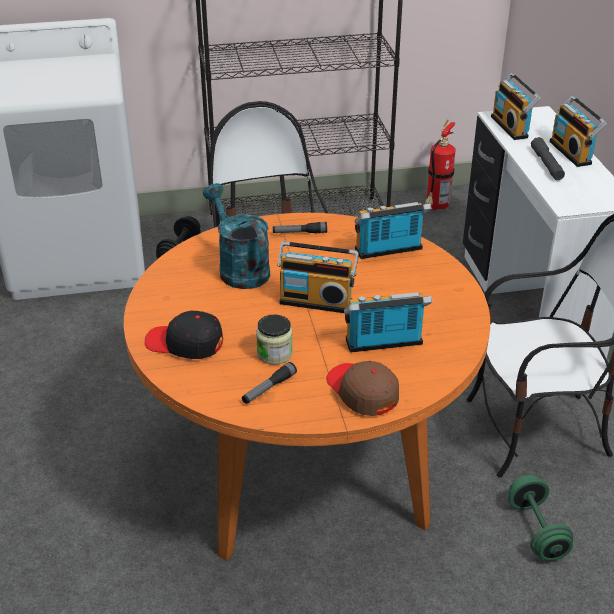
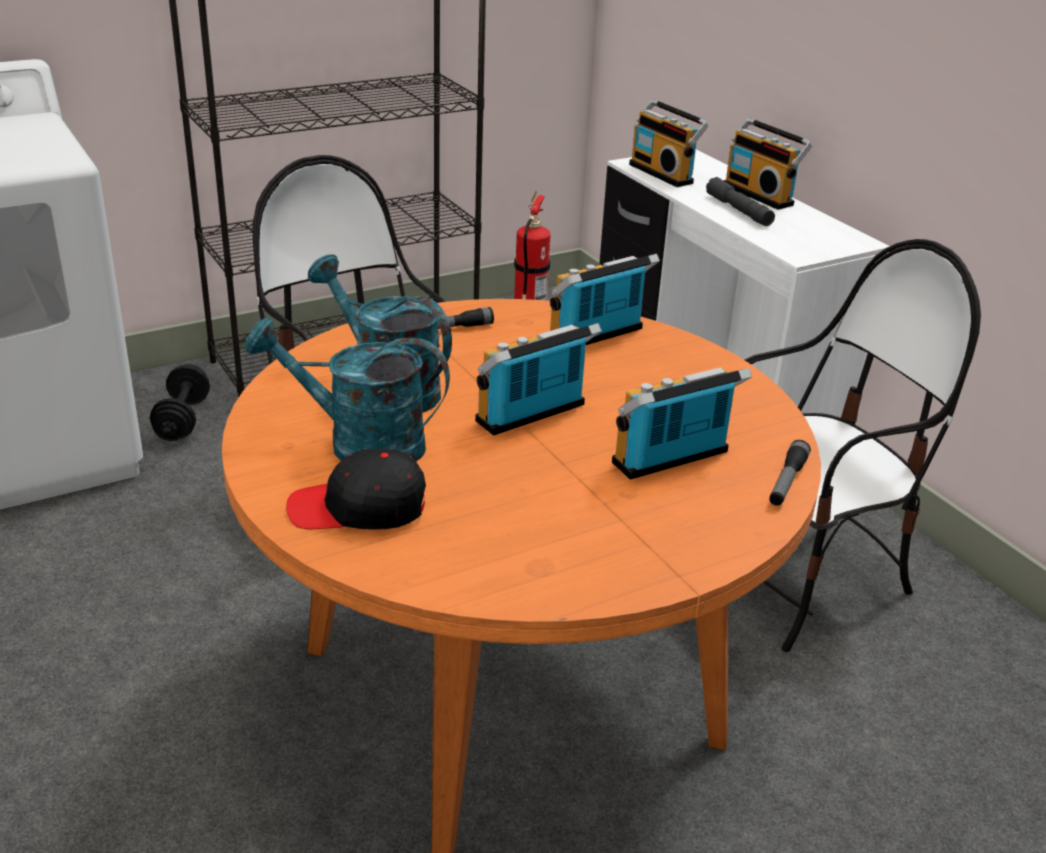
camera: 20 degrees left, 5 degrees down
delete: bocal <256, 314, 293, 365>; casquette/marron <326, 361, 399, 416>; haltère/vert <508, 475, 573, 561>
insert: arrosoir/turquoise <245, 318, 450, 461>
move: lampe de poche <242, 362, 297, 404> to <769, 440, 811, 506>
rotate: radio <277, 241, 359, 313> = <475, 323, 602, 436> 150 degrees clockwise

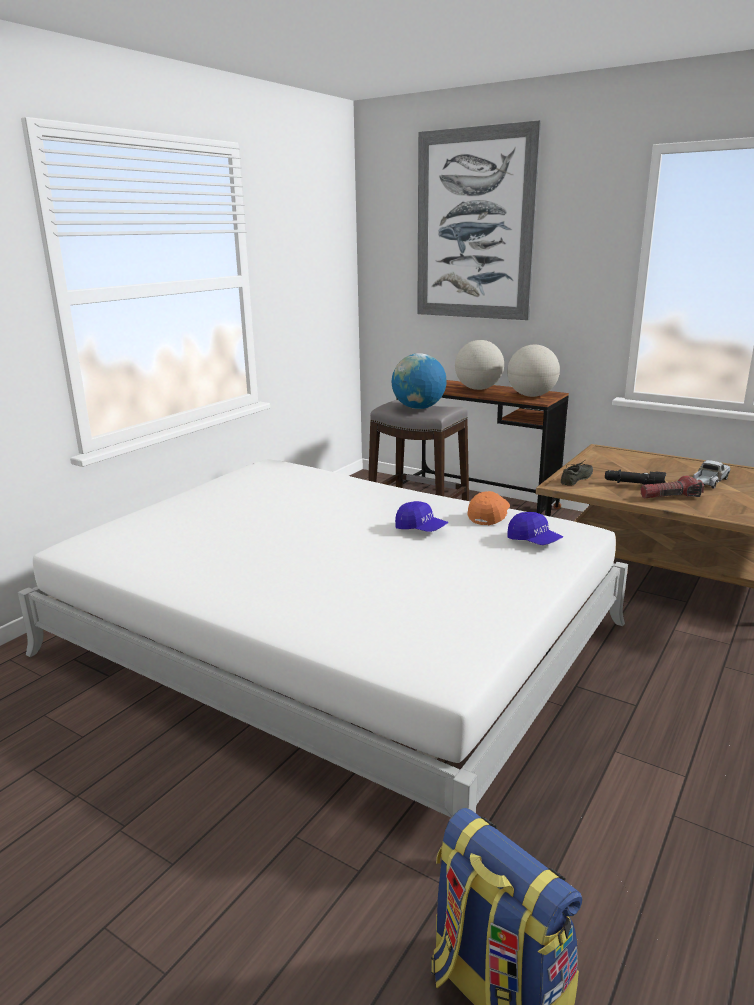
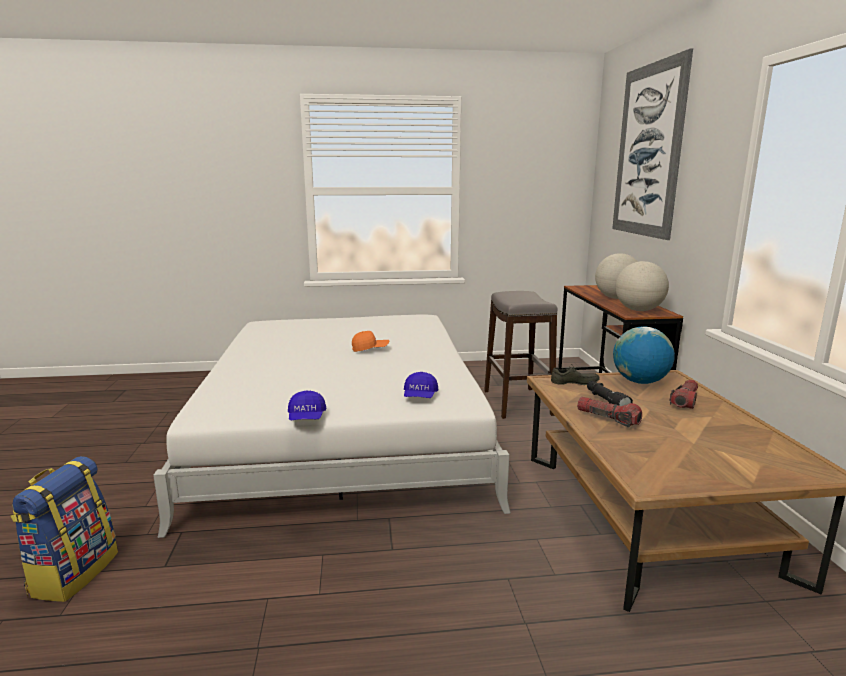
camera: 50 degrees right, 5 degrees down
delete: camion jouet <692, 460, 731, 489>
insert: lampe de poche <669, 380, 698, 409>
move: globe <392, 353, 447, 409> to <613, 326, 675, 384>; casquette/orange <467, 491, 510, 526> to <352, 331, 389, 352>; casquette/bleu <395, 501, 448, 532> to <288, 390, 327, 420>

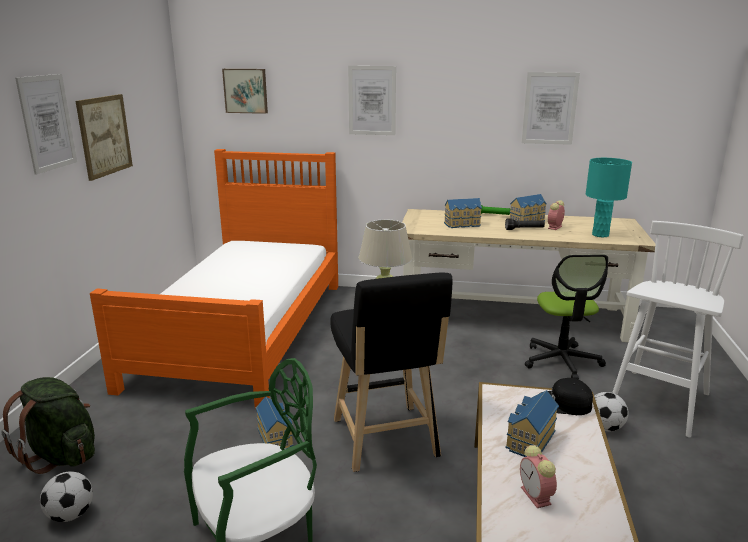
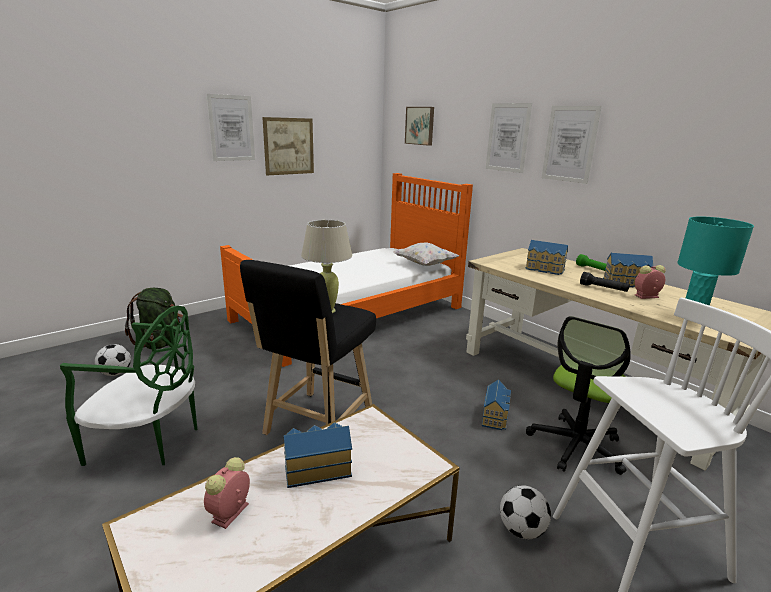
camera: 40 degrees right, 0 degrees up
delete: casquette/noir <539, 378, 593, 415>
insert: coussin/blanc <393, 242, 459, 266>
move: tableau <522, 72, 580, 145> to <542, 106, 602, 184>; maison miniature <255, 397, 293, 449> to <482, 379, 511, 430>

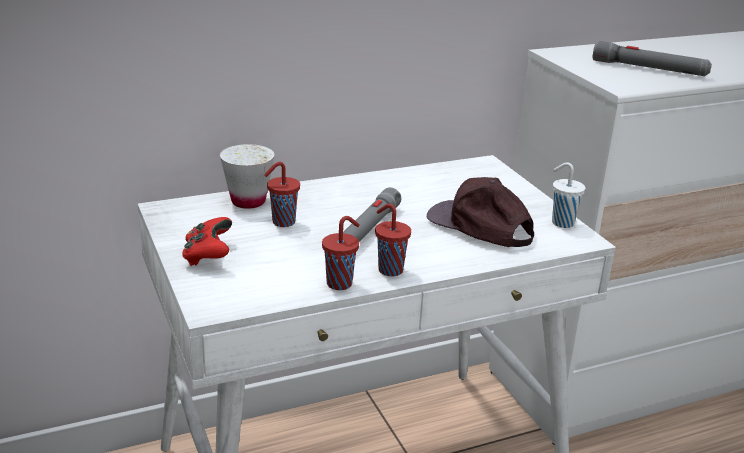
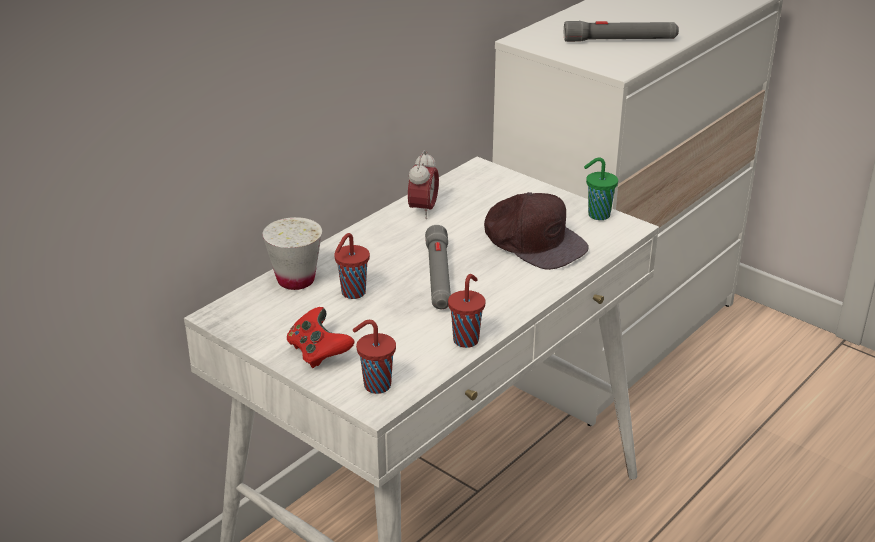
camera: 25 degrees left, 5 degrees up
insert: réveil <408, 150, 439, 219>
move: tasse/rouge <375, 204, 411, 276> to <353, 320, 396, 394>
recolor: tasse/blanc <552, 162, 585, 228> to tasse/vert <584, 158, 618, 220>
rotate: casquette/marron <427, 177, 534, 247> = <484, 192, 589, 270> 150 degrees counterclockwise

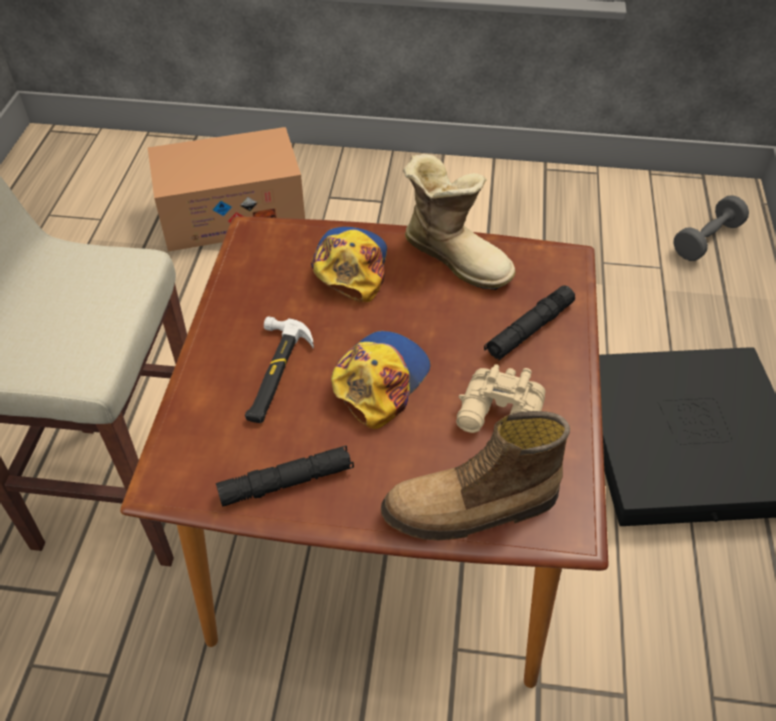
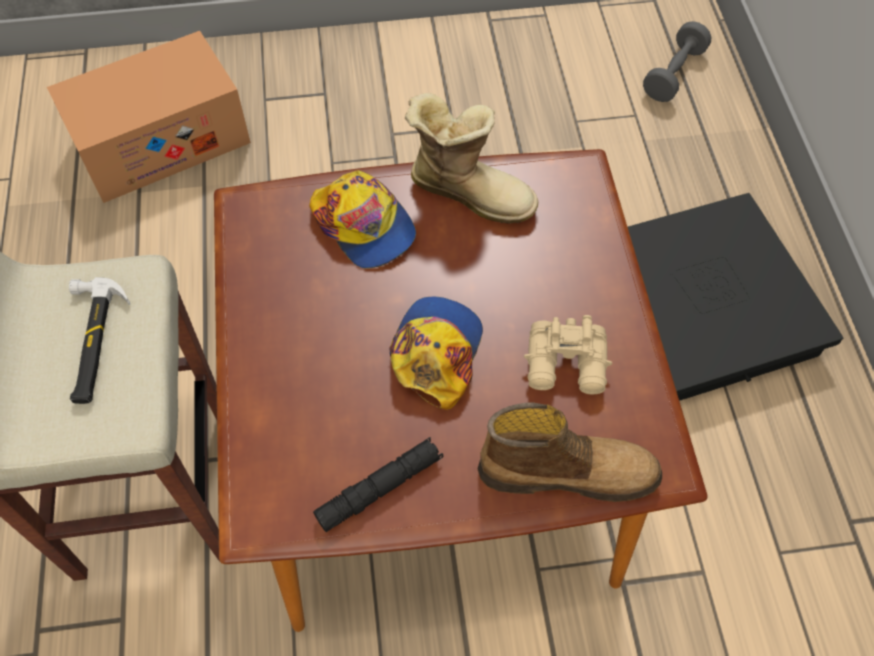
camera: 15 degrees left, 10 degrees up
delete: lampe de poche/noir <484, 285, 575, 361>
move: marteau <245, 316, 314, 423> to <69, 277, 130, 404>
rotate: casquette <311, 227, 387, 302> = <309, 170, 416, 268> 150 degrees clockwise; botte <381, 411, 570, 540> = <478, 402, 662, 502> 150 degrees counterclockwise

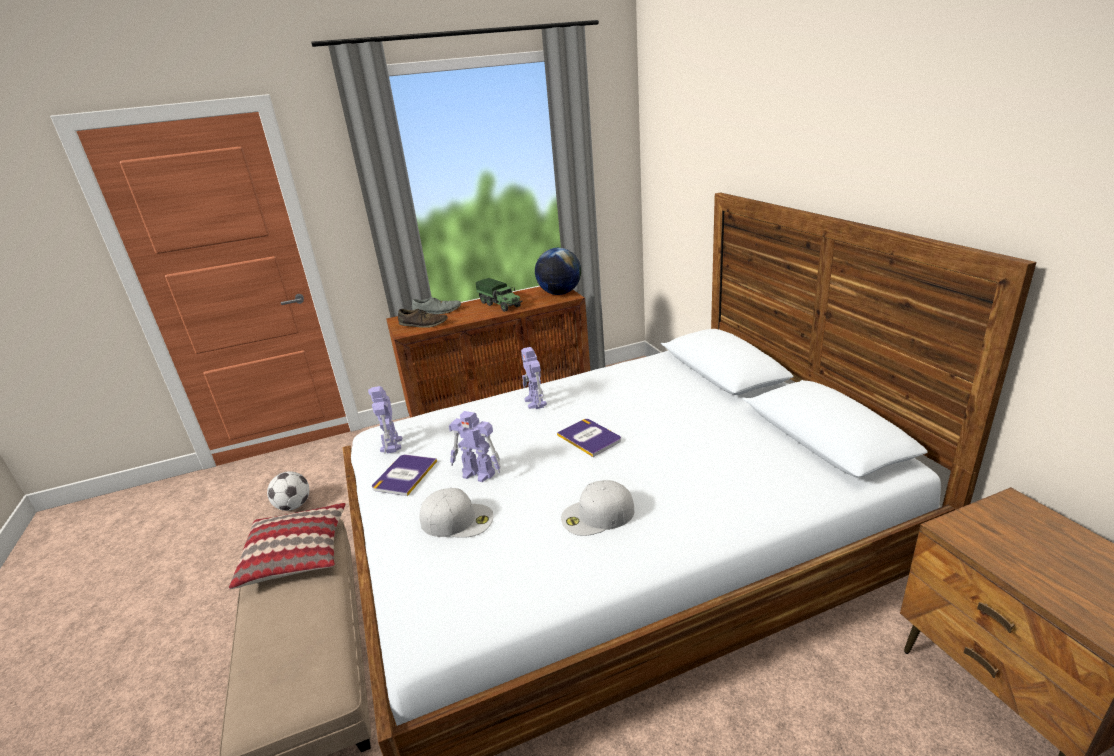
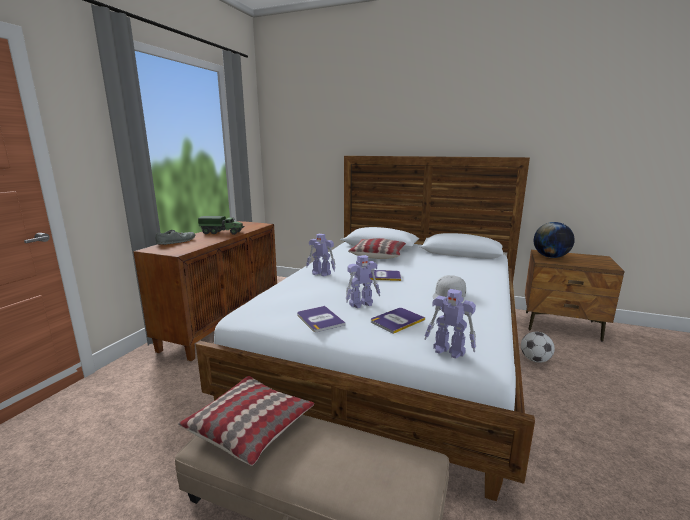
camera: 50 degrees left, 10 degrees down
delete: chaussure/marron <398, 309, 448, 328>
insert: coussin <348, 238, 406, 259>
move: globe <535, 248, 581, 295> to <534, 222, 575, 258>; robot jouet <368, 386, 402, 453> to <424, 289, 476, 358>; ballon de foot <267, 471, 309, 511> to <521, 332, 555, 363>
replace: casquette/blanc <420, 488, 494, 538> to livre <371, 308, 425, 334>

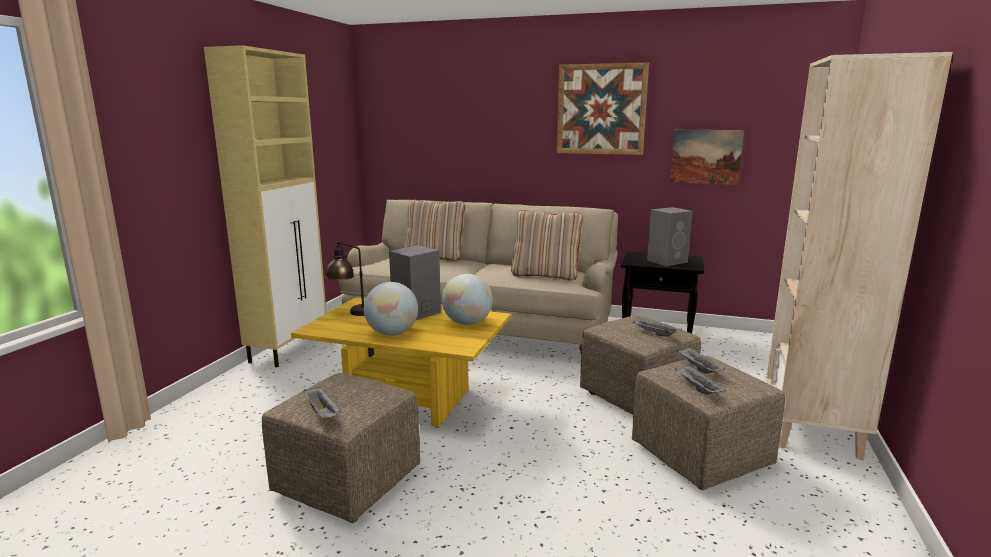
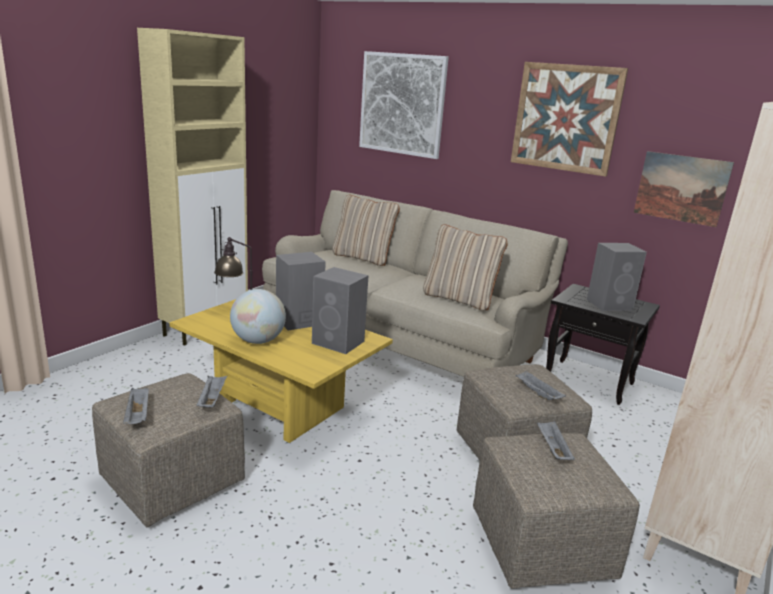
camera: 15 degrees right, 5 degrees up
insert: tableau <359, 51, 449, 159>
move: plateau/gris <675, 364, 726, 395> to <196, 376, 227, 408>
replace: globe <442, 274, 493, 325> to enceinte/gris <312, 267, 369, 354>

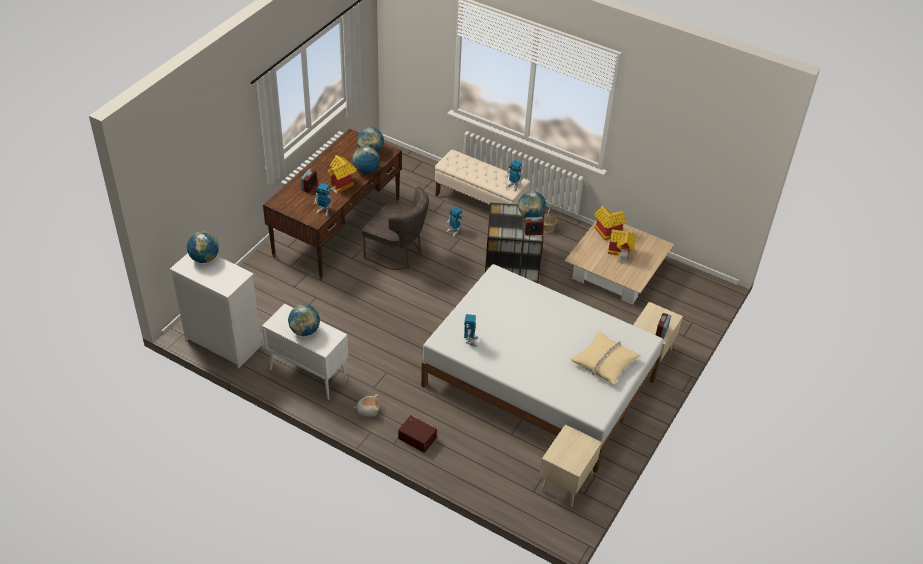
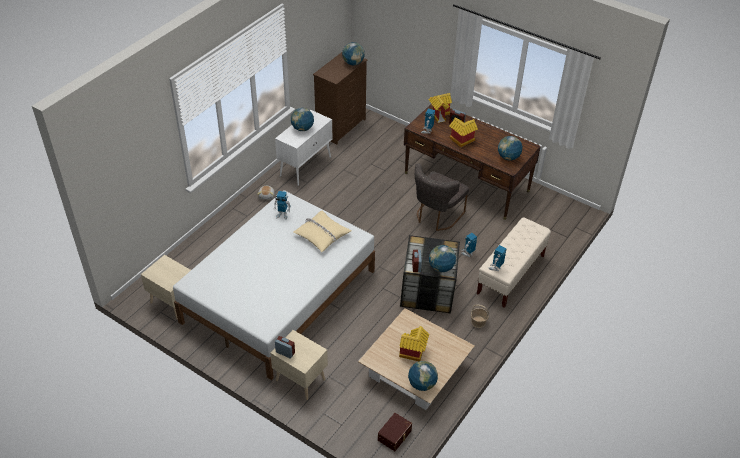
camera: 95 degrees right, 0 degrees up
move: globe <352, 146, 380, 174> to <408, 361, 438, 391>; maison miniature <594, 206, 626, 241> to <429, 93, 452, 123>; coussin/beige <571, 331, 640, 385> to <293, 211, 351, 252>; boîte de rangement/marron <398, 415, 437, 453> to <378, 413, 412, 451>
recolor: commode/blanc <170, 253, 262, 368> to commode/marron <313, 52, 367, 144>

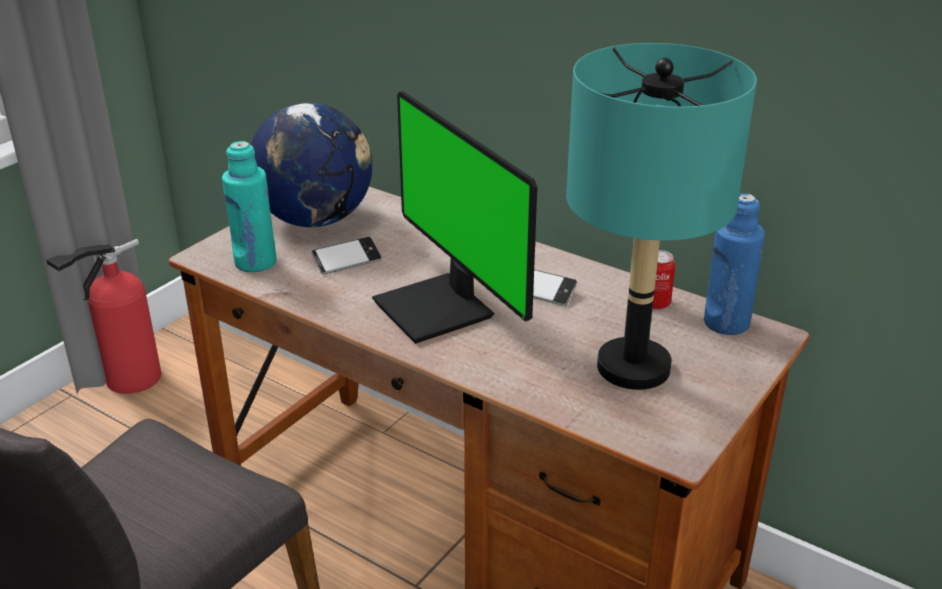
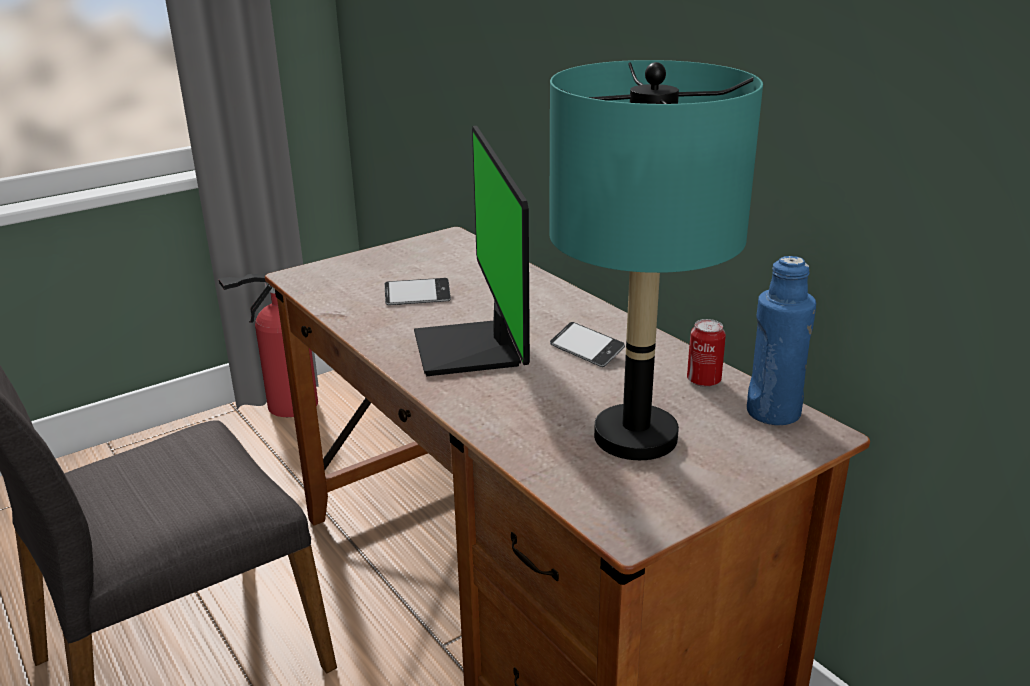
camera: 20 degrees right, 5 degrees down
delete: globe <251, 103, 372, 227>; bouteille/turquoise <222, 141, 277, 272>

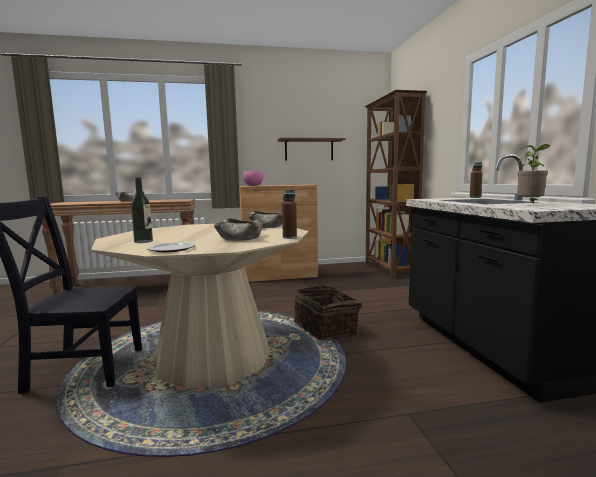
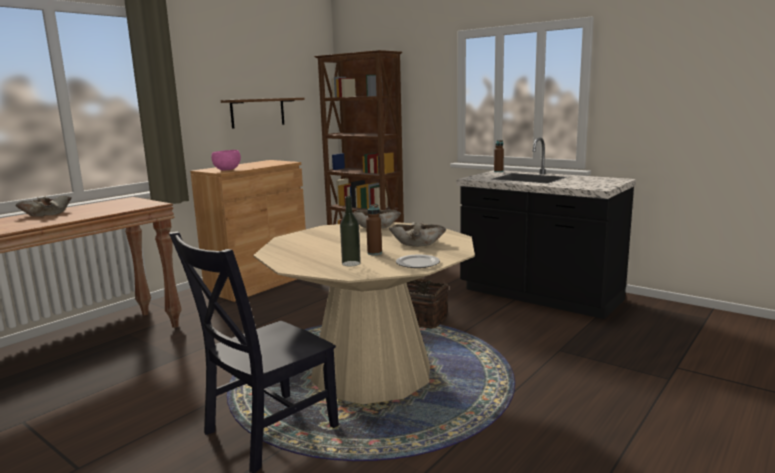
camera: 40 degrees left, 5 degrees up
delete: plante en pot <517, 144, 551, 204>
move: bouteille/marron <282, 190, 297, 239> to <366, 204, 382, 255>

